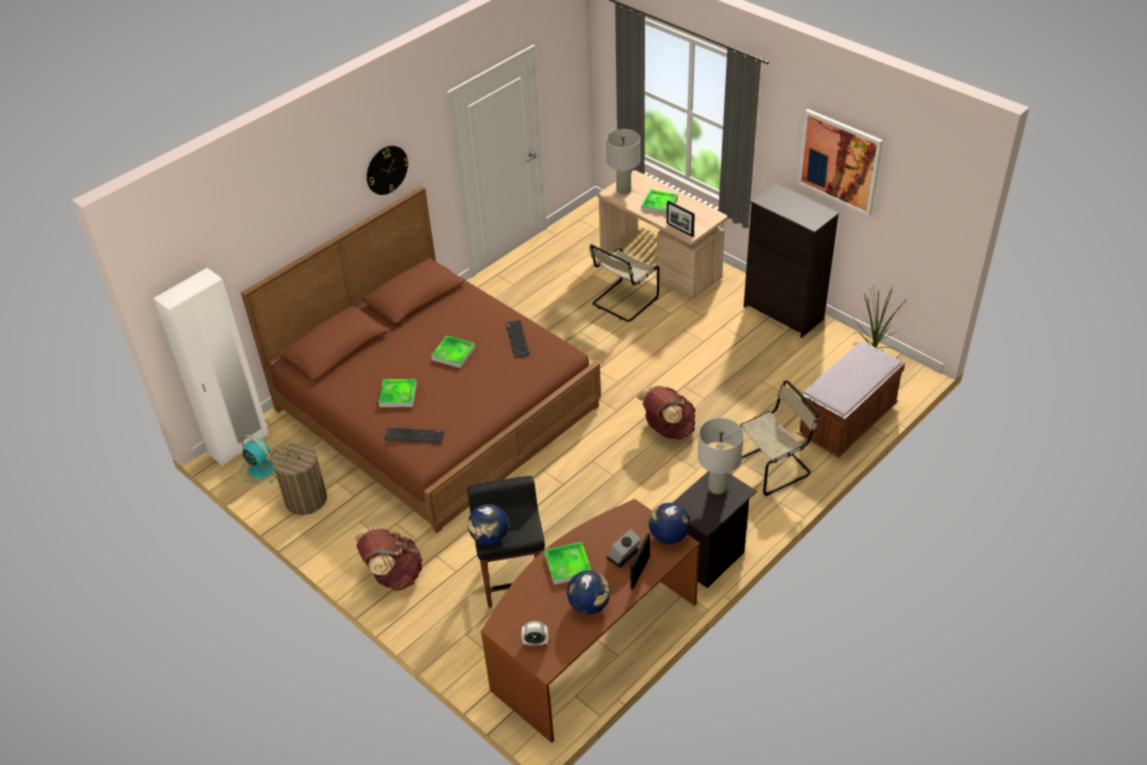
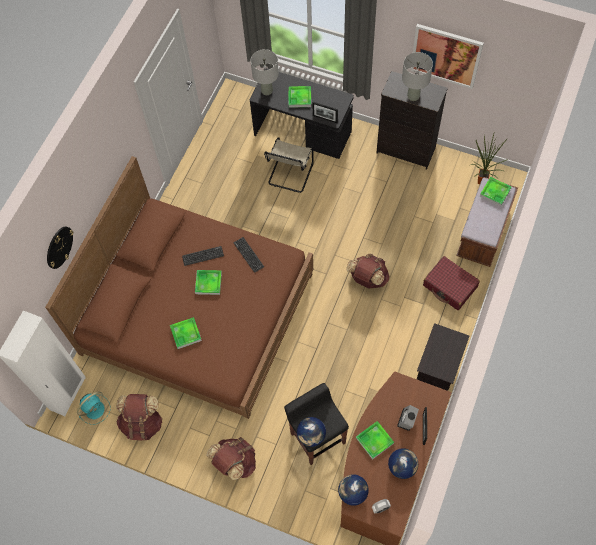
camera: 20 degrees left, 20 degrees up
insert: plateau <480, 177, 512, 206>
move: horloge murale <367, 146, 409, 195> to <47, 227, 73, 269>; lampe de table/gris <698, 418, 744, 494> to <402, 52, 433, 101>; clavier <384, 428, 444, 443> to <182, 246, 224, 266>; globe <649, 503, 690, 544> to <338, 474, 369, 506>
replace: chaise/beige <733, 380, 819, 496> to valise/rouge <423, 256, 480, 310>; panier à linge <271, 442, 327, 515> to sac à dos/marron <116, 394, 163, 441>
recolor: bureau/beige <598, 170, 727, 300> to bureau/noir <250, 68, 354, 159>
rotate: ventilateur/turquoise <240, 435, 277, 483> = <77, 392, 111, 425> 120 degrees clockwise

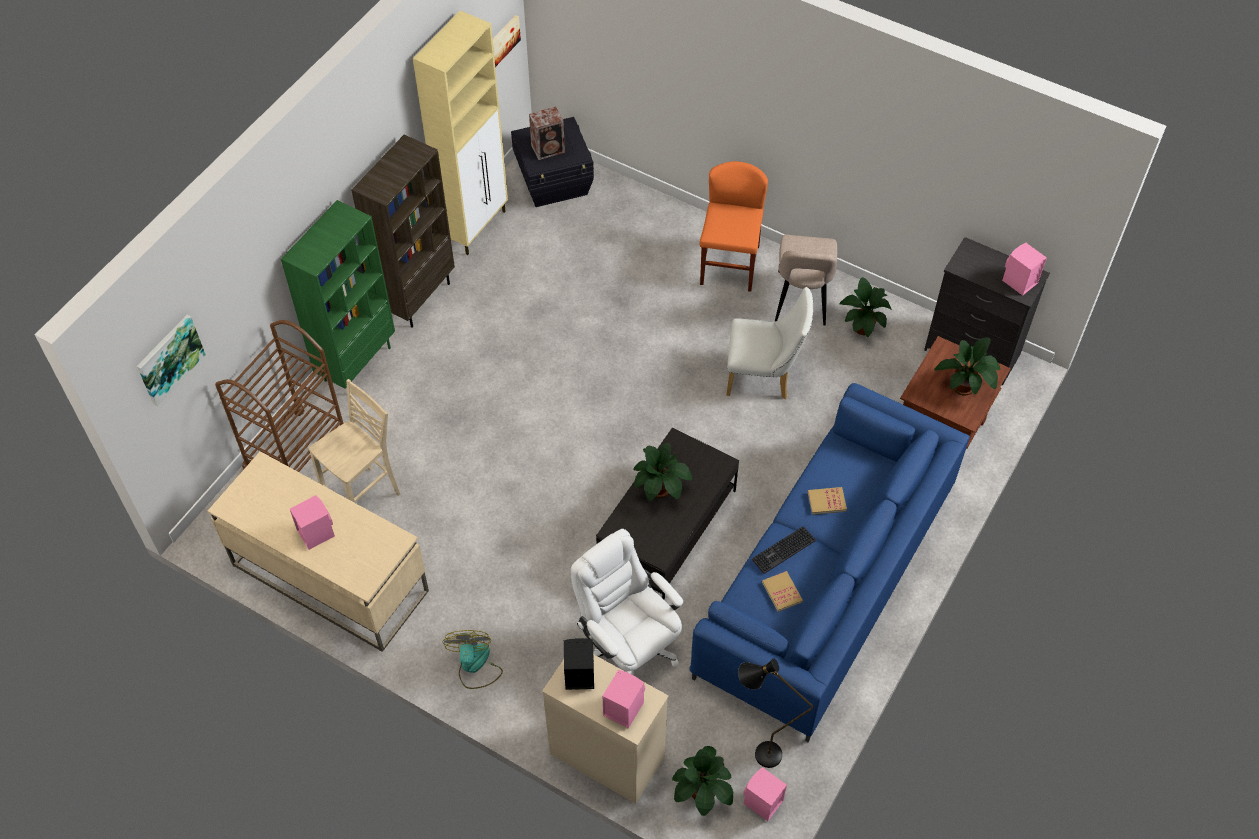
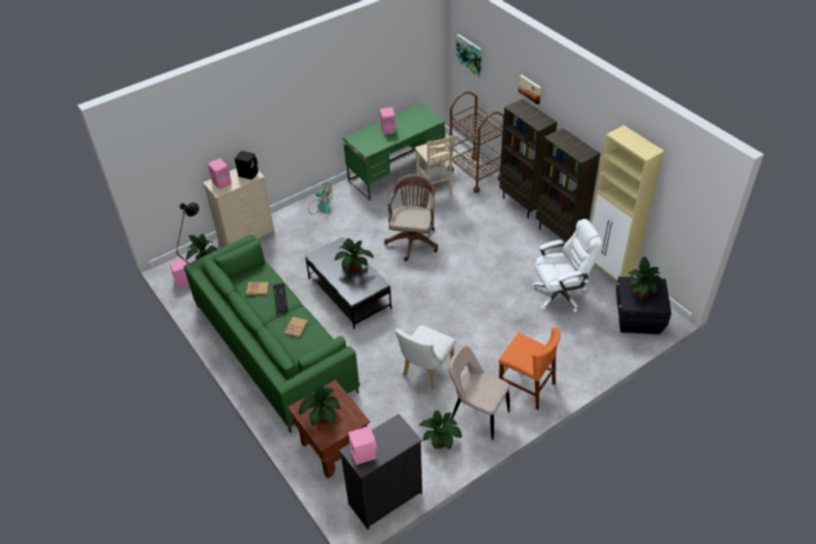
camera: 115 degrees right, 10 degrees down
insert: chaise de bureau/marron <384, 174, 438, 261>
move: tableau <493, 15, 521, 67> to <518, 74, 541, 105>; chaise de bureau/blanc <571, 529, 683, 675> to <532, 219, 602, 312>
replace: enceinte <529, 106, 565, 160> to plante en pot <628, 256, 662, 299>
recolor: bibliothèque/vert <281, 200, 395, 388> to bibliothèque/marron <499, 99, 557, 218>; canapé/bleu <689, 383, 970, 742> to canapé/vert <184, 235, 360, 433>; bureau/beige <208, 451, 429, 652> to bureau/vert <343, 103, 445, 201>

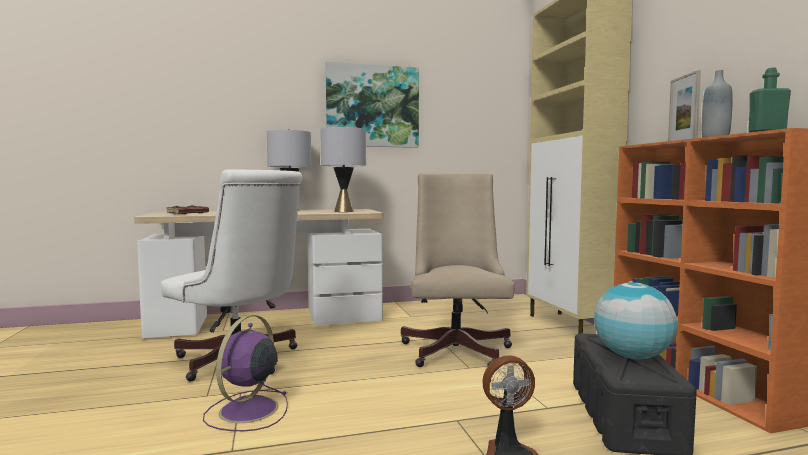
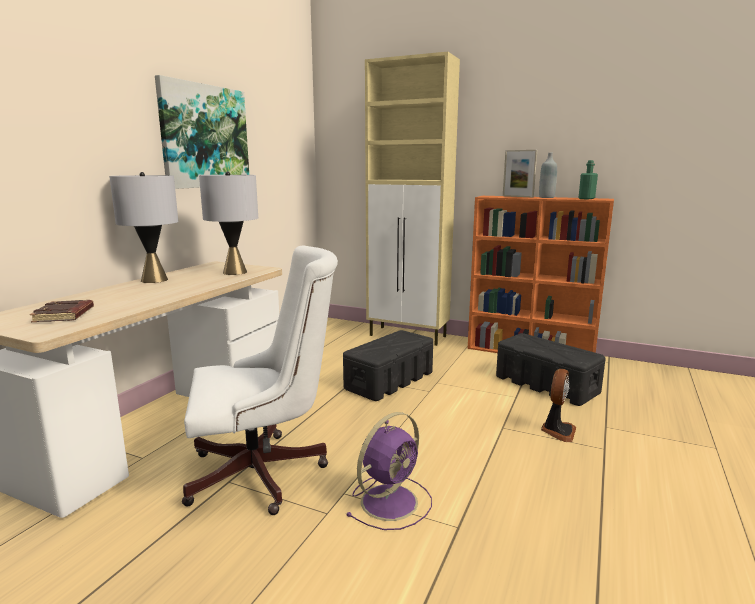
camera: 50 degrees left, 10 degrees up
delete: globe <594, 282, 677, 359>
replace: chaise de bureau/beige <401, 173, 515, 367> to boîte de rangement/noir <343, 330, 433, 401>
rotate: ventilateur/violet <203, 315, 288, 431> = <347, 412, 432, 530> 105 degrees counterclockwise

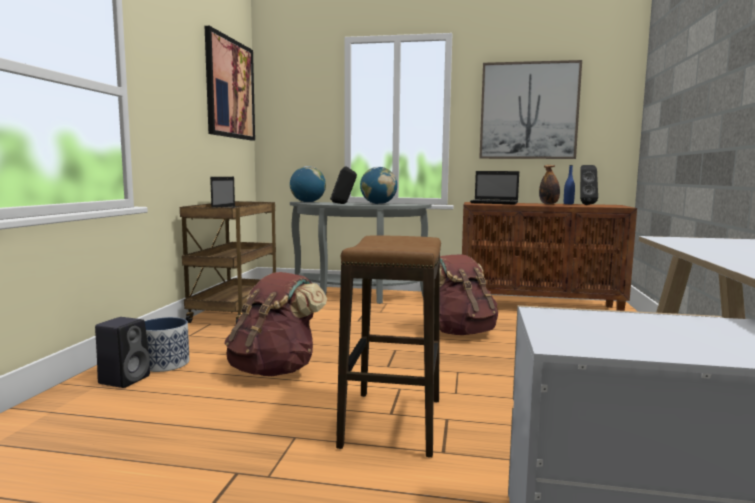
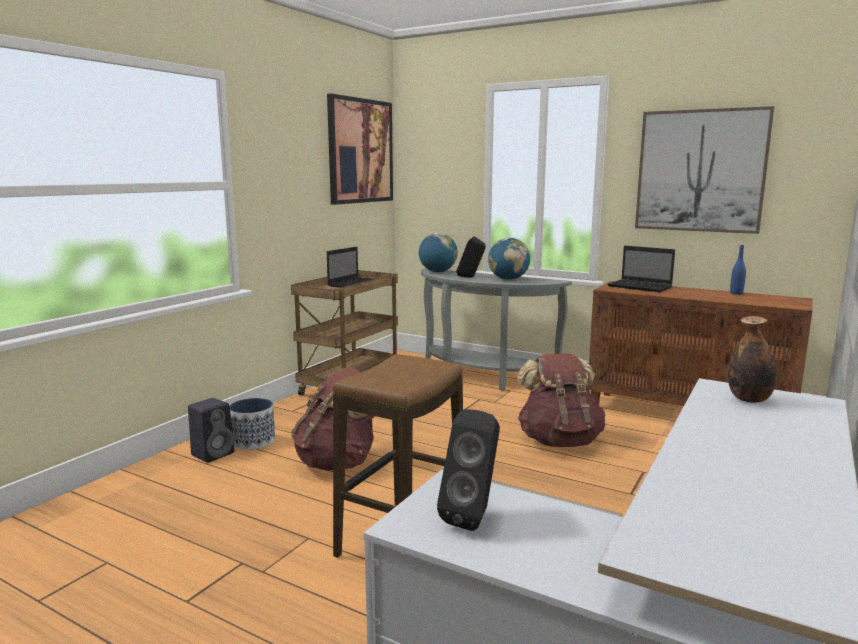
camera: 20 degrees right, 5 degrees up
move: bouteille <539, 165, 560, 204> to <728, 316, 777, 403>; enceinte/noir <580, 165, 598, 205> to <437, 409, 500, 531>

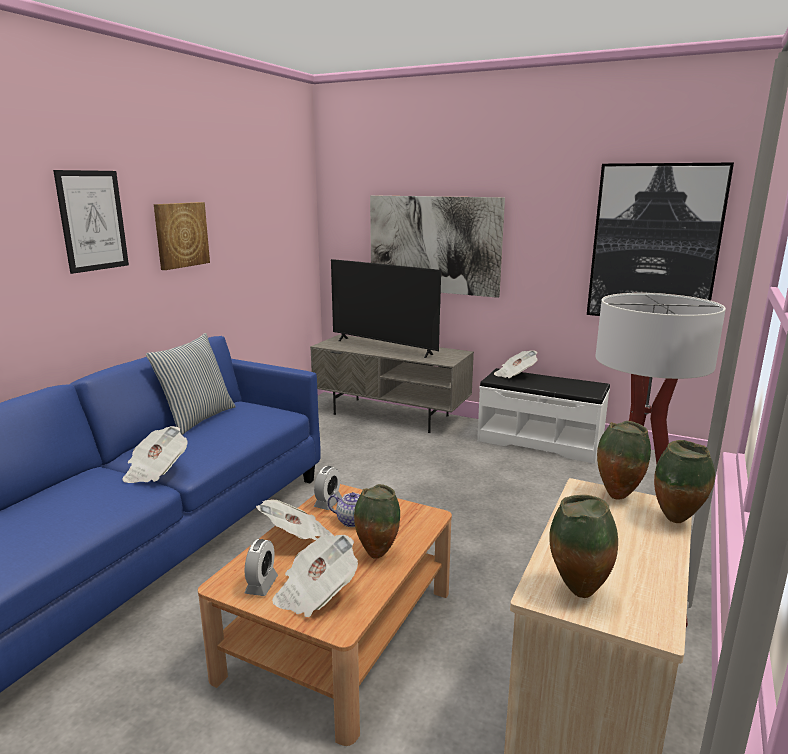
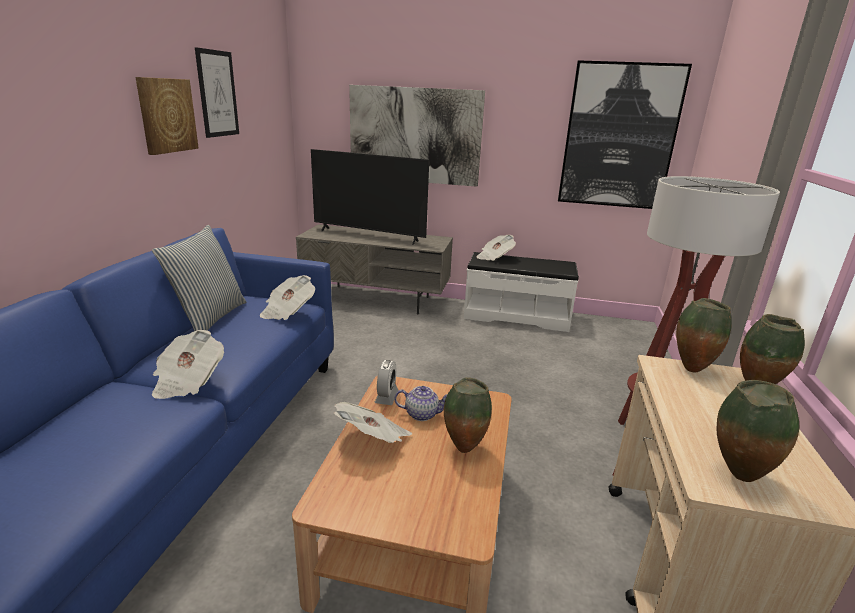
camera: 15 degrees left, 5 degrees up
delete: réveil <244, 539, 278, 596>
move: tableau <53, 170, 129, 274> to <195, 47, 239, 138>; journal <272, 535, 358, 617> to <260, 275, 315, 320>

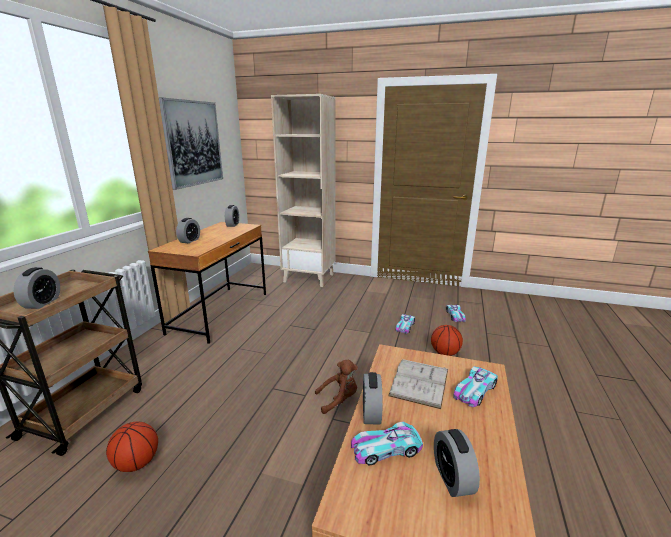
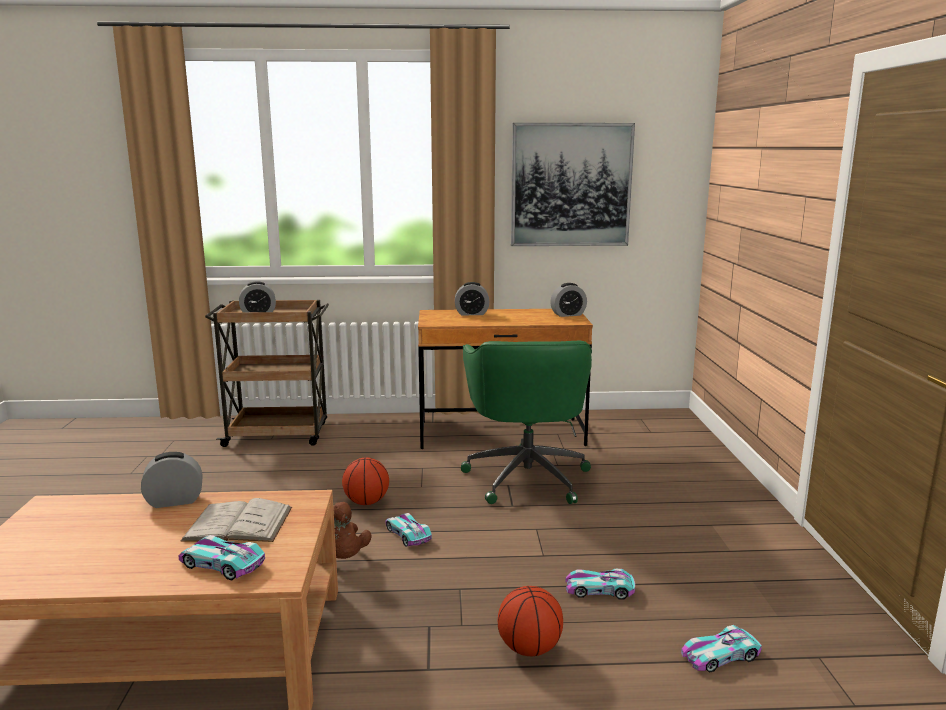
camera: 70 degrees right, 5 degrees down
delete: bibliothèque/beige <271, 94, 335, 287>; réveil <434, 429, 480, 497>
insert: chaise de bureau/vert <461, 341, 592, 504>
move: ballon de basket <106, 421, 158, 472> to <342, 457, 389, 505>; petite voiture <351, 422, 423, 466> to <386, 513, 432, 547>

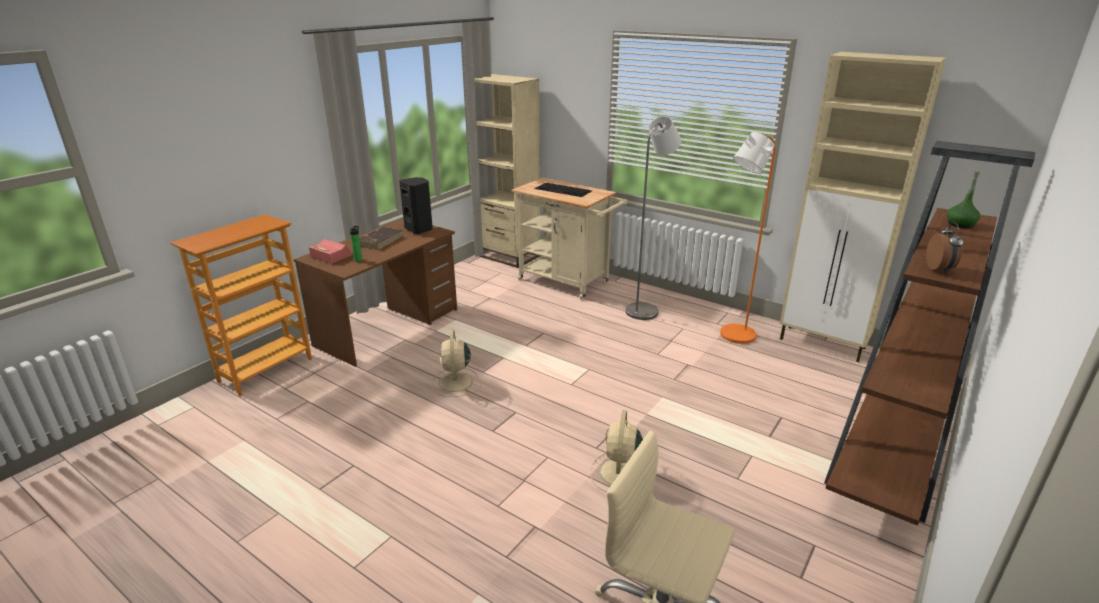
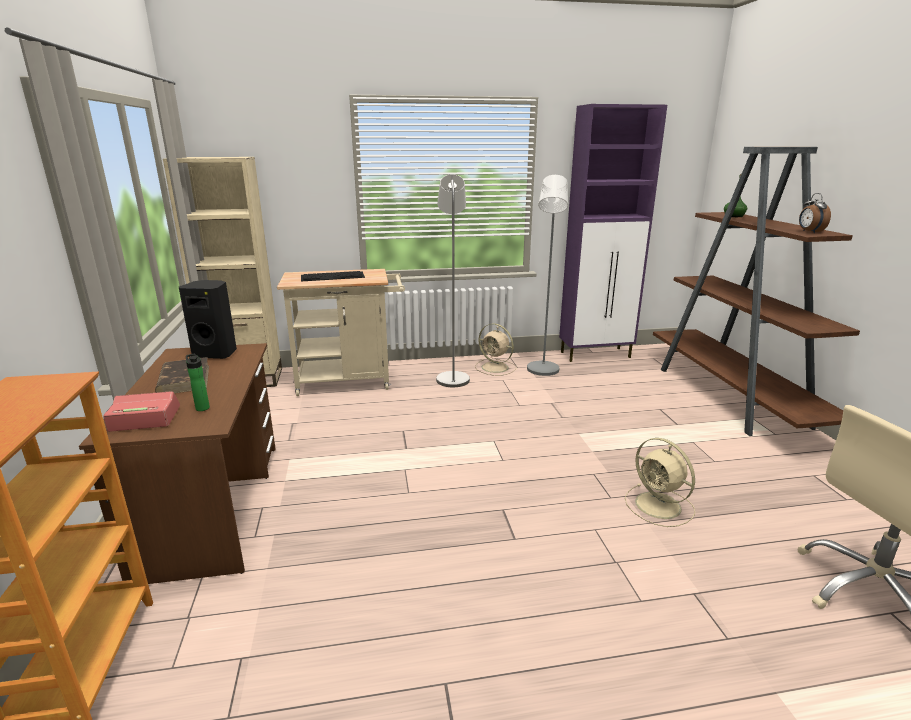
camera: 45 degrees left, 5 degrees down
move: ventilateur/beige <432, 330, 481, 397> to <475, 324, 517, 376>
recolor: meuble de rangement/beige <780, 52, 946, 362> to meuble de rangement/violet <559, 104, 667, 362>; lampadaire/orange <720, 132, 776, 344> to lampadaire/gris <527, 175, 568, 376>
rotate: réveil <926, 222, 964, 274> = <799, 193, 831, 233> 150 degrees counterclockwise

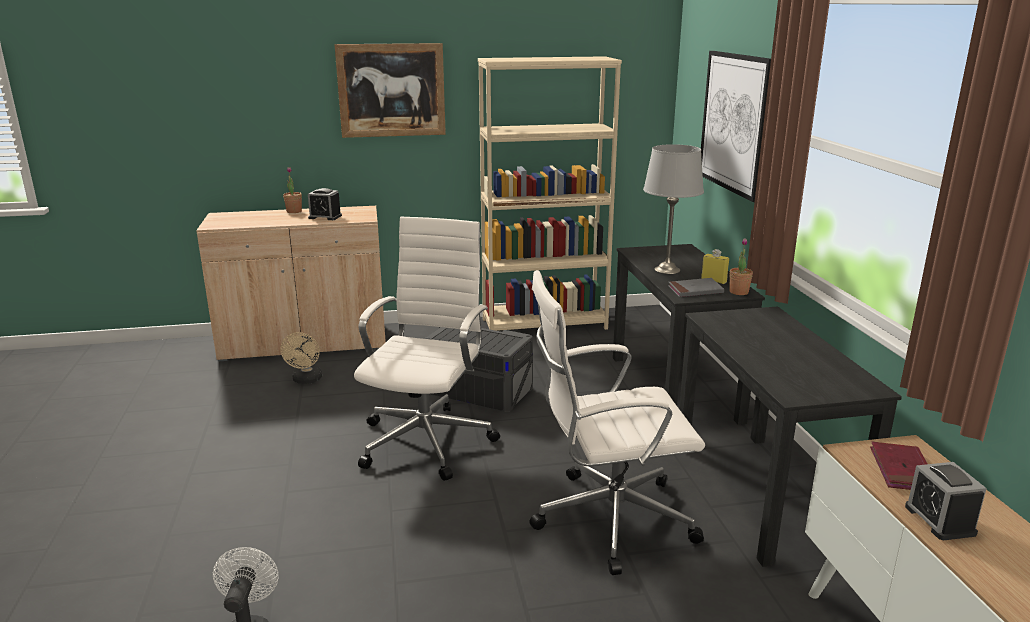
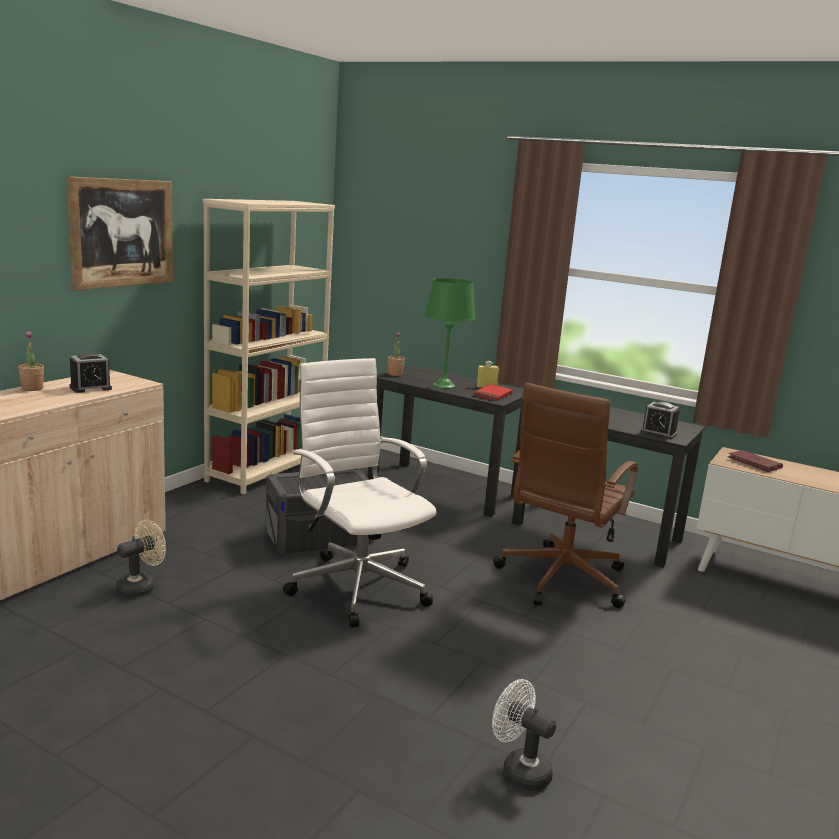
camera: 50 degrees left, 5 degrees down
delete: tableau <701, 51, 771, 202>
move: plante en pot <730, 238, 753, 295> to <388, 332, 405, 376>; réveil <905, 462, 987, 540> to <640, 402, 680, 439>
recolor: lampe de table/gris <643, 144, 704, 274> to lampe de table/vert <425, 278, 475, 388>; chaise de bureau/blanc <529, 270, 705, 575> to chaise de bureau/marron <493, 383, 638, 608>; livre/gris <668, 278, 724, 297> to livre/rouge <474, 384, 513, 401>
rotate: ventilateur/beige <281, 332, 322, 384> = <116, 520, 166, 598> 90 degrees counterclockwise

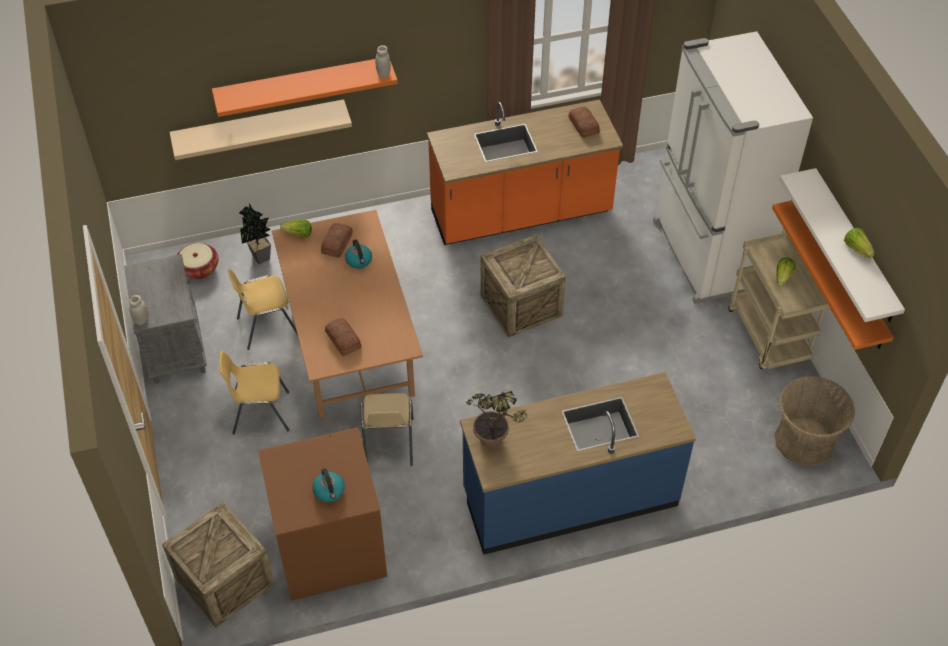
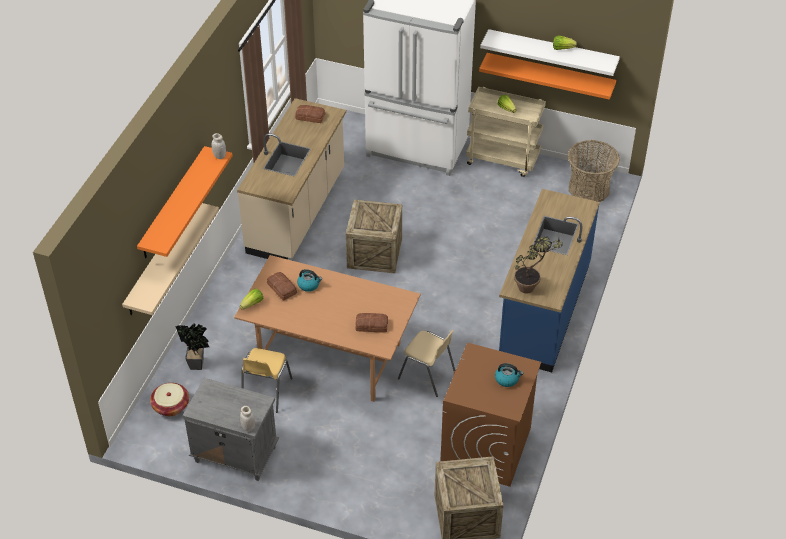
camera: 55 degrees left, 5 degrees down
delete: chaise/jaune <219, 351, 290, 435>
recolor: comptoir de cuisine/orange <427, 99, 623, 245> to comptoir de cuisine/beige <237, 98, 346, 259>

